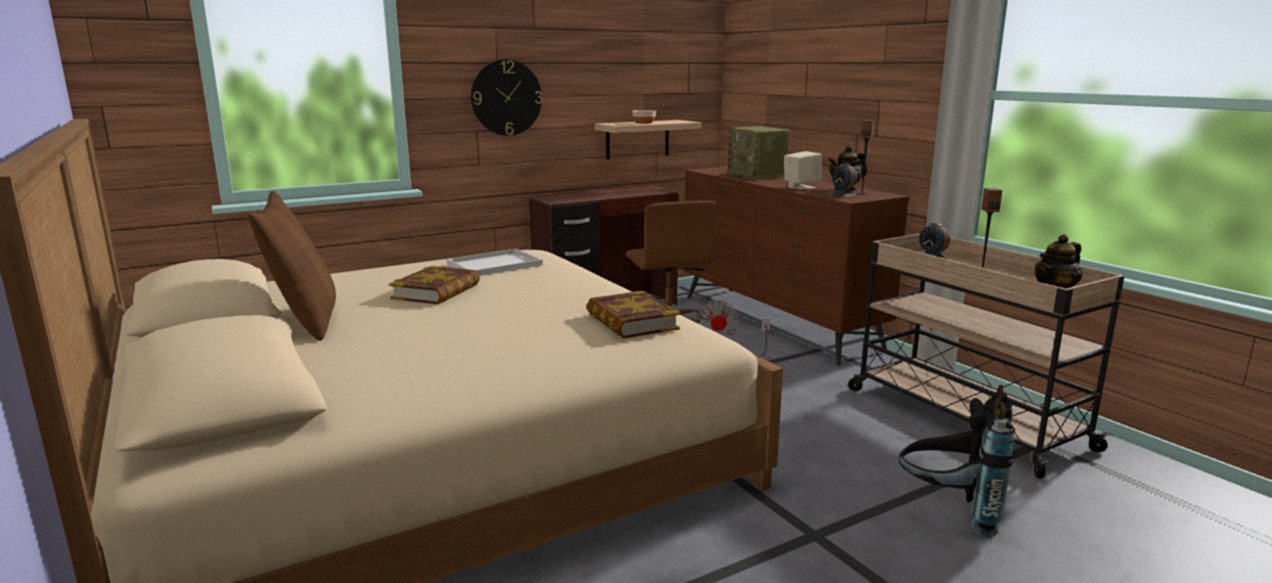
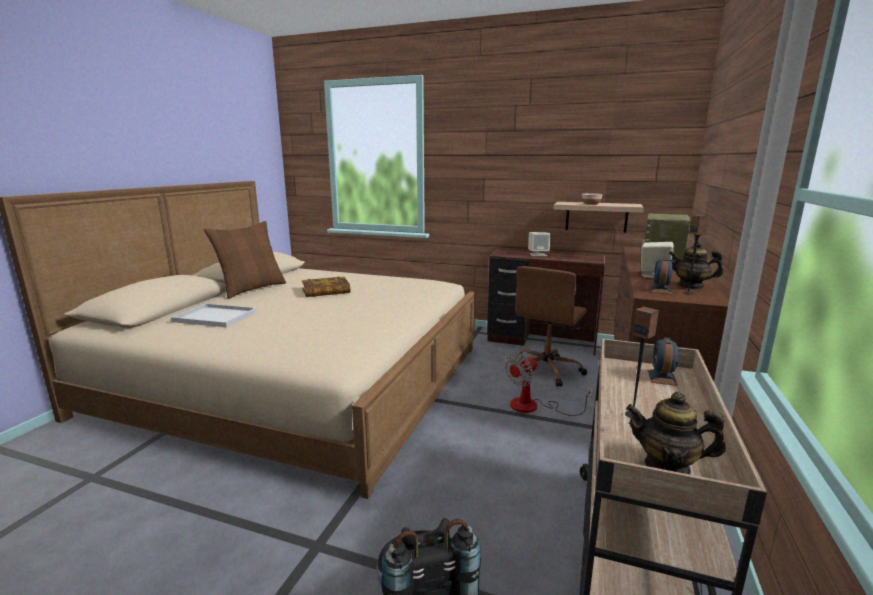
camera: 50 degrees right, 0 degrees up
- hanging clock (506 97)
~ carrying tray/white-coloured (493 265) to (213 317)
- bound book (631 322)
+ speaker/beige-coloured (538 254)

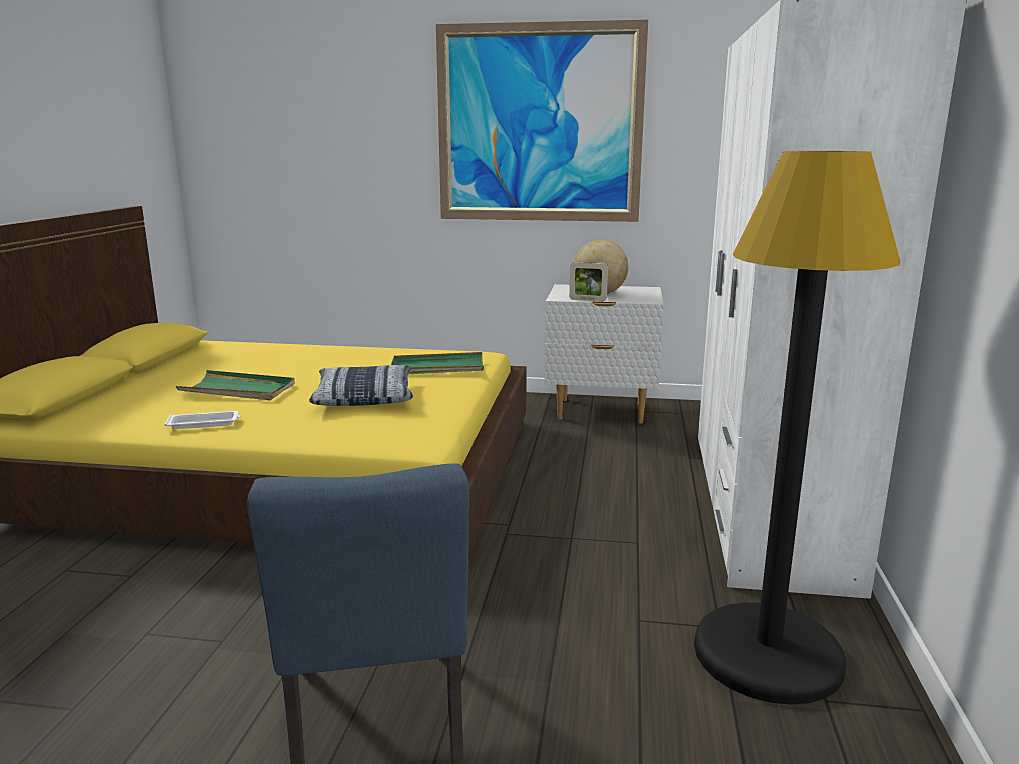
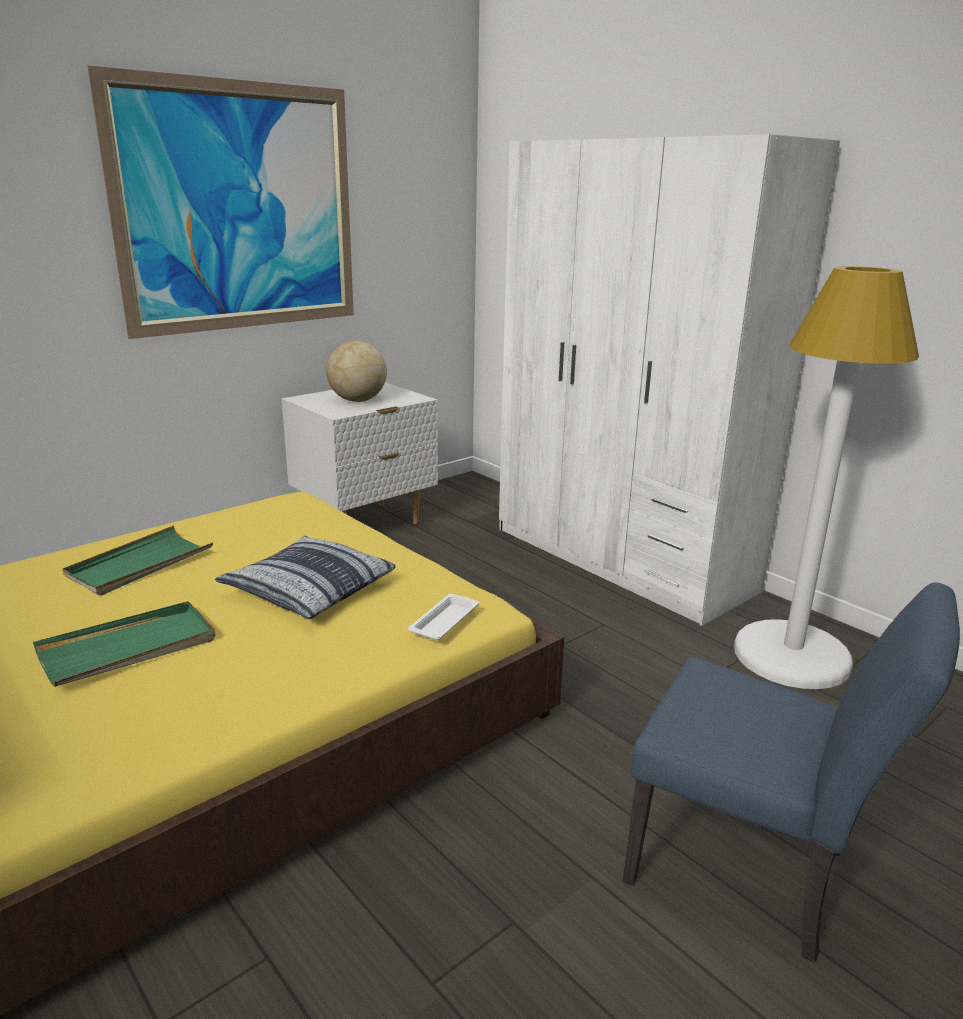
camera: 50 degrees left, 5 degrees up
~ standard lamp/black-coloured (768 654) to standard lamp/white-coloured (791 656)
- picture frame (587 300)
~ carrying tray/green-coloured (437 368) to (139 565)
~ carrying tray/white-coloured (205 423) to (445 621)

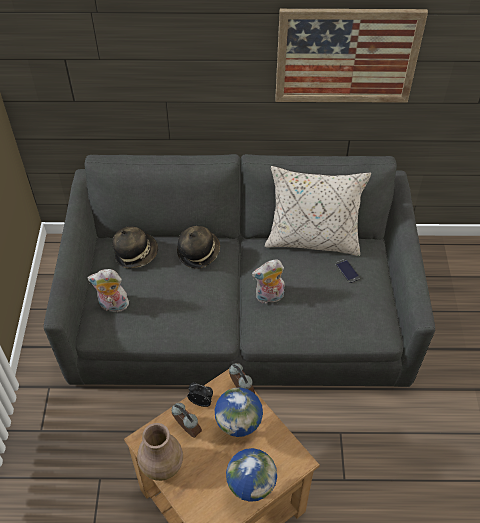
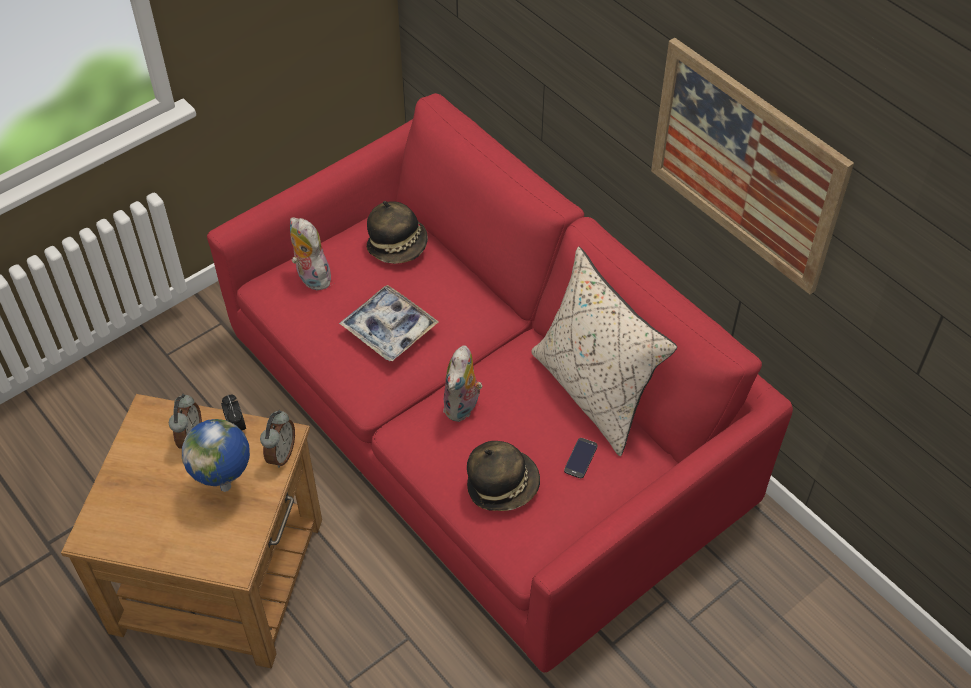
camera: 50 degrees right, 0 degrees up
~ settee/grey (240 308) to settee/reddish (487 418)
~ hat (198 252) to (502 485)
~ soft toy (269 297) = (463 407) 105 degrees counterclockwise
- vase/brownish (162 465)
- globe (250 492)
+ carrying tray (389 329)

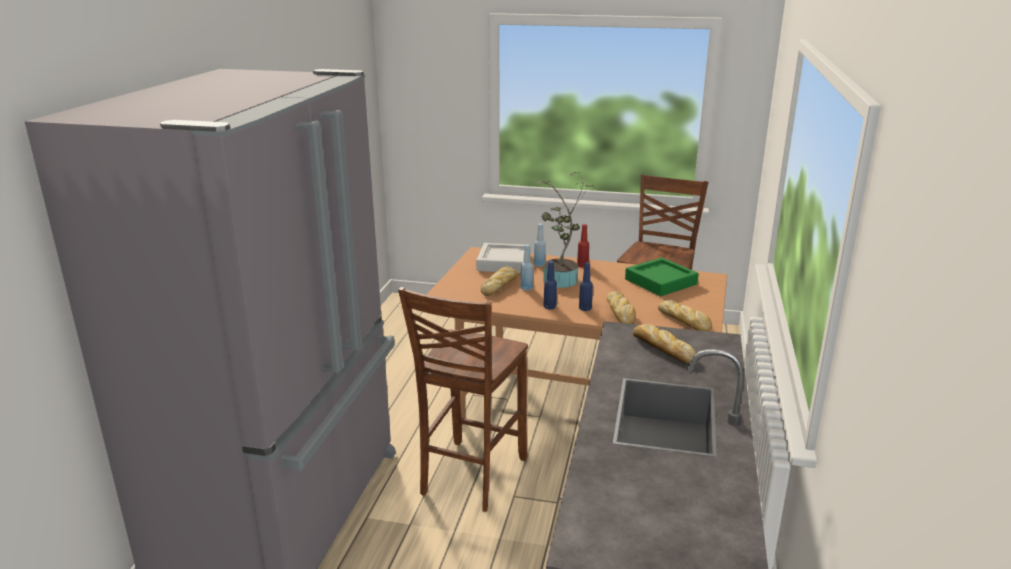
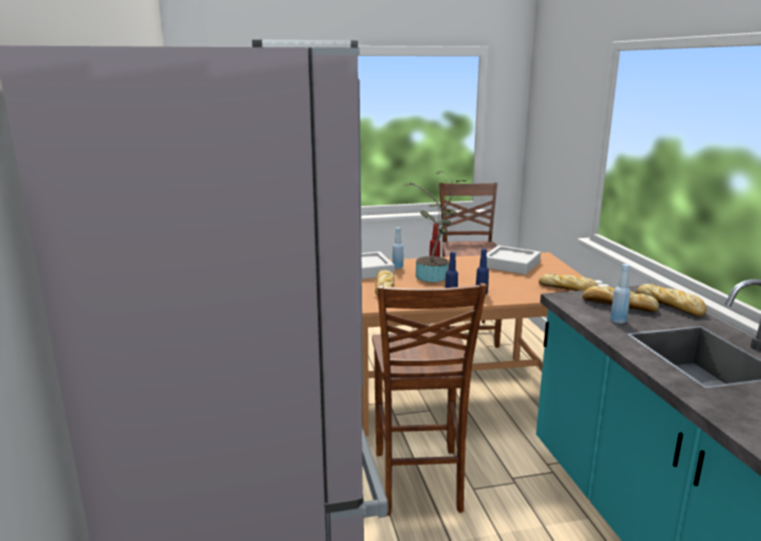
camera: 25 degrees left, 5 degrees down
~ bottle/blue-coloured (526 288) to (618 321)
~ carrying tray/green-coloured (660 282) to carrying tray/grey (511 264)
~ bakery bread (621 313) to (670 305)

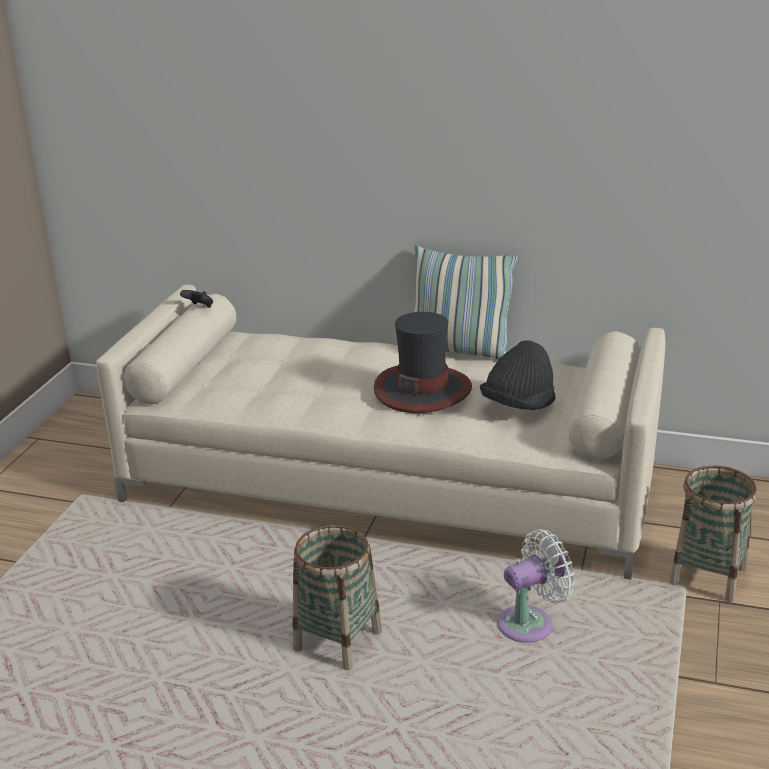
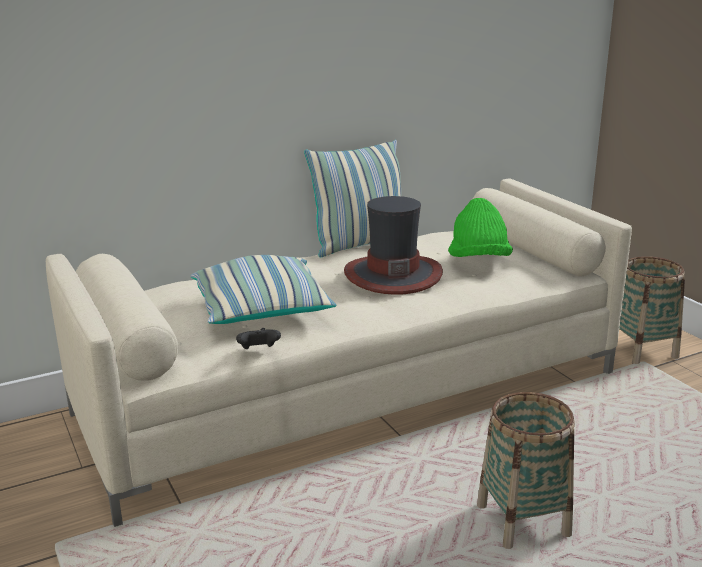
camera: 45 degrees left, 5 degrees down
~ game controller/black-coloured (199 307) to (258 350)
~ hat/black-coloured (518 405) to hat/green-coloured (478 261)
- cooling fan/white-coloured (530 623)
+ throw pillow (262 312)

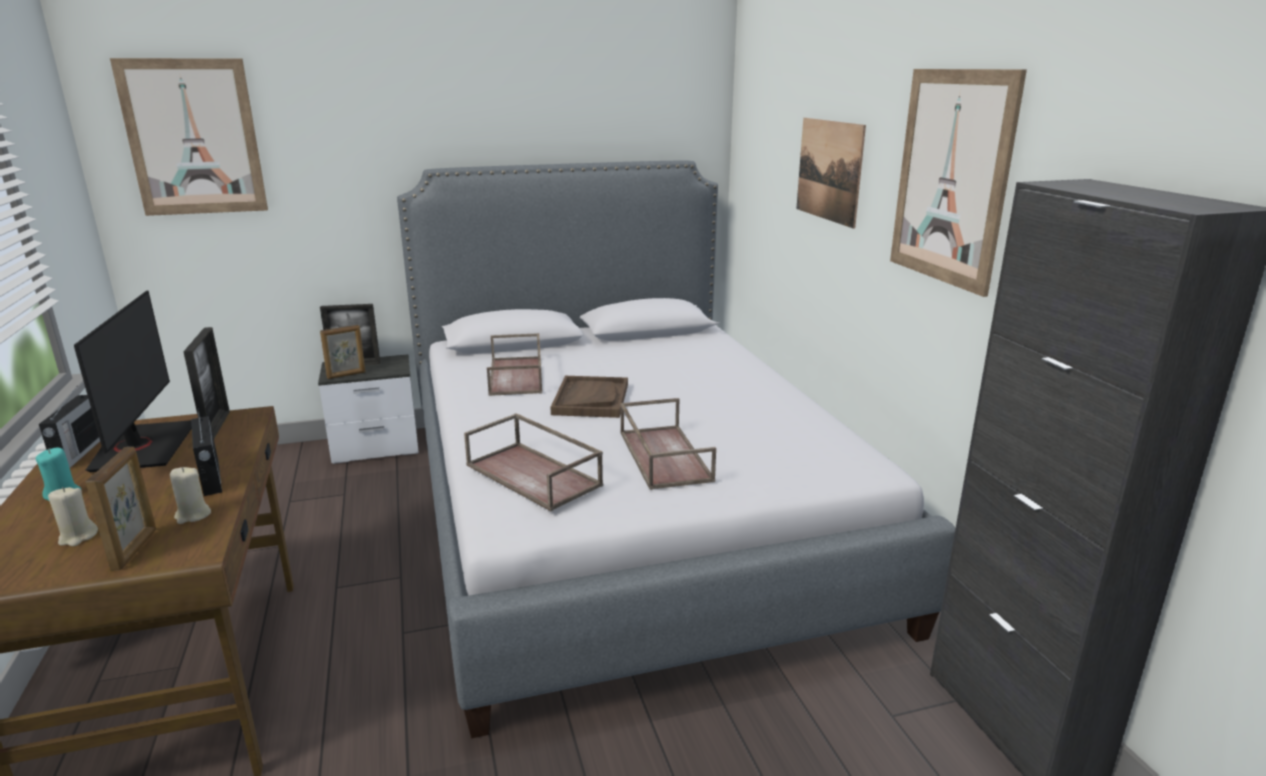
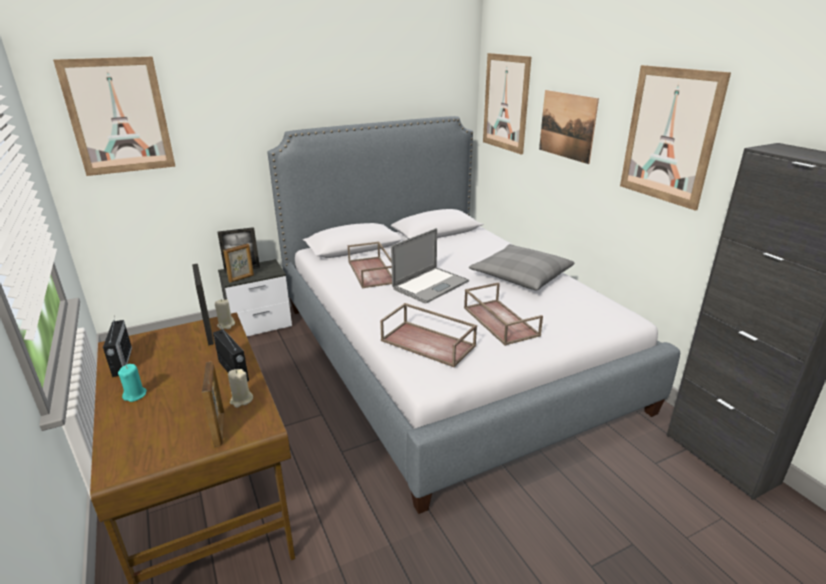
camera: 10 degrees left, 5 degrees up
- computer screen (143 447)
~ carrying tray/brownish (590 399) to laptop (430 285)
~ candle/beige-coloured (77 537) to (226 325)
+ wall picture (506 103)
+ throw pillow/grey (521 276)

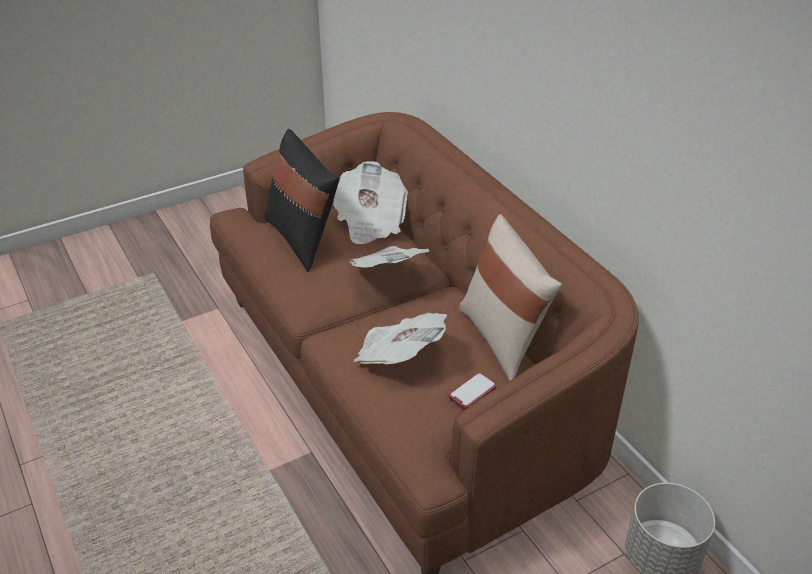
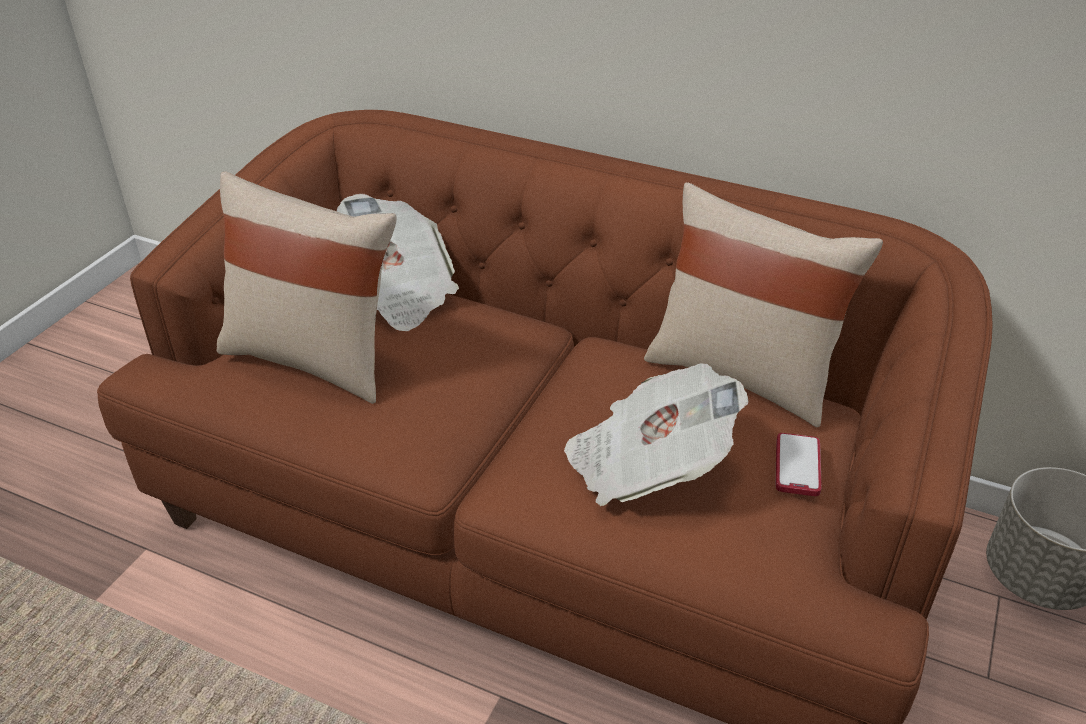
camera: 35 degrees left, 0 degrees up
~ throw pillow/black-coloured (303 239) to throw pillow/beige-coloured (314 358)
- newspaper (389 273)

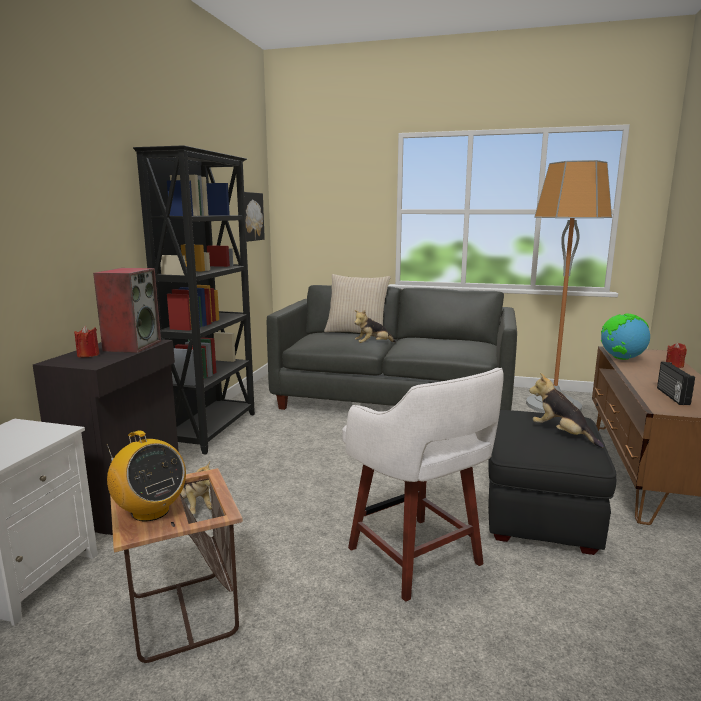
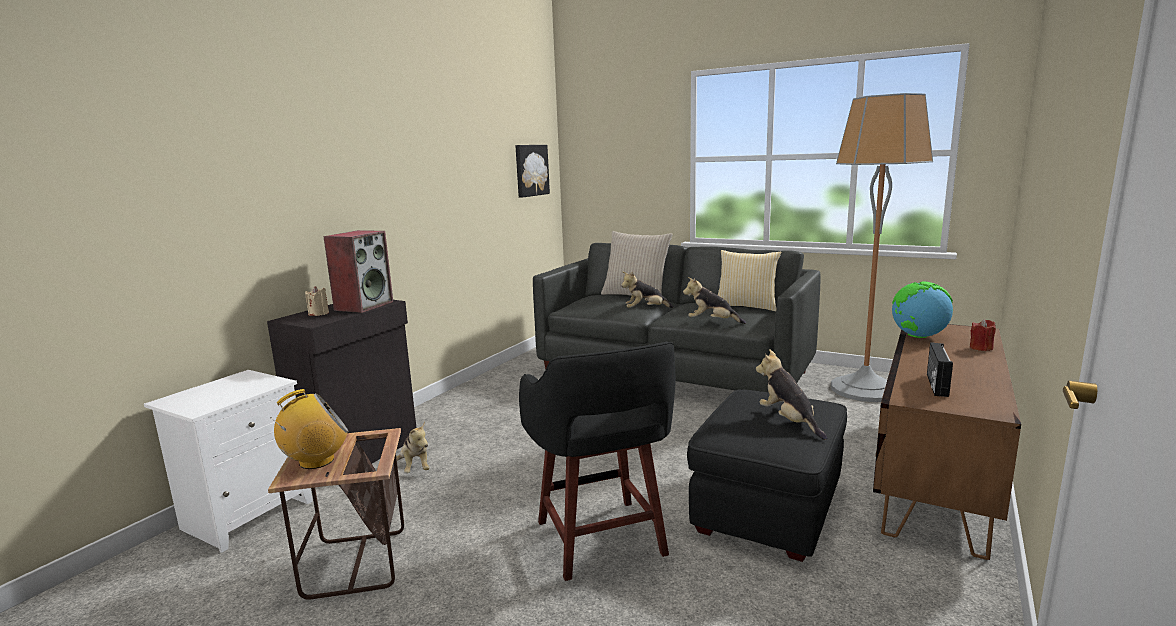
camera: 15 degrees right, 0 degrees up
- bookshelf/black-coloured (214 430)
~ candle/reddish (88 355) to candle/beige-coloured (318 314)
~ stool/white-coloured (417 558) to stool/black-coloured (602 541)
~ radio receiver (150 511) = (316 461) 90 degrees counterclockwise
+ throw pillow (746 307)
+ soft toy (712 322)

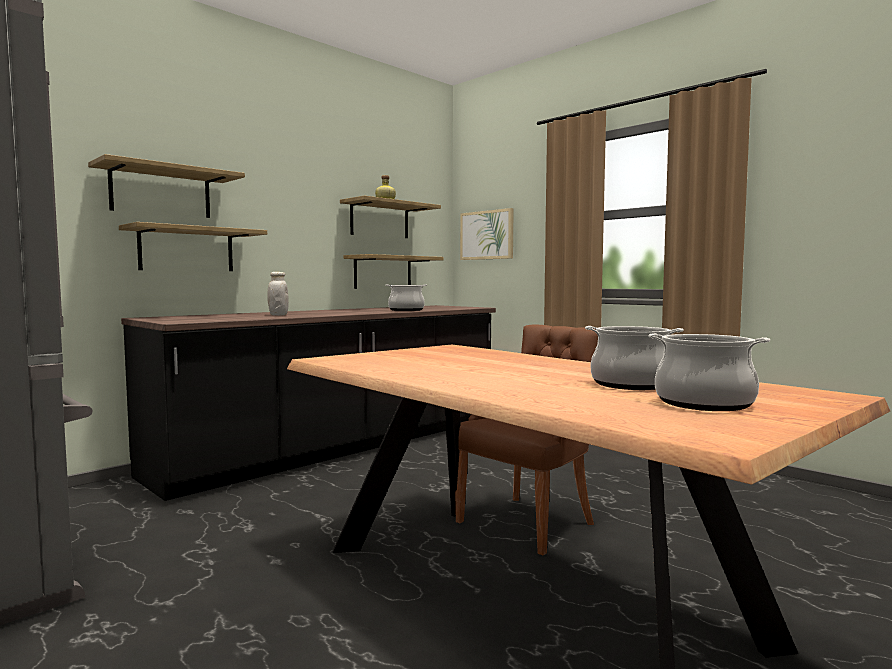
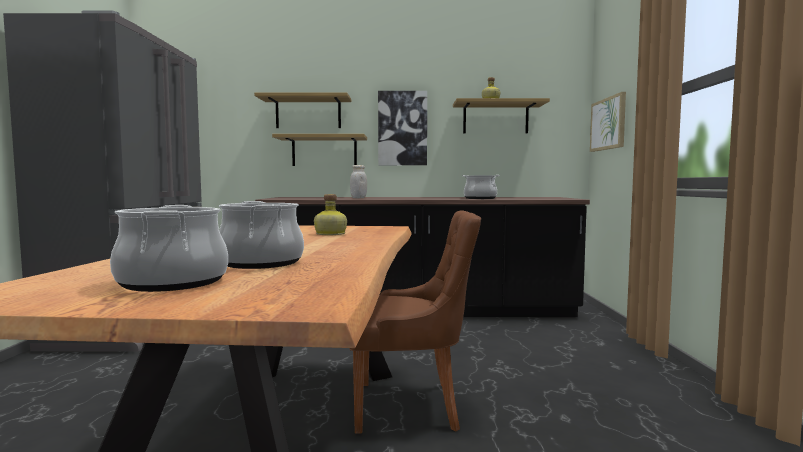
camera: 45 degrees right, 0 degrees up
- bracket shelf (383 272)
+ wall picture (402 128)
+ bottle (329 234)

